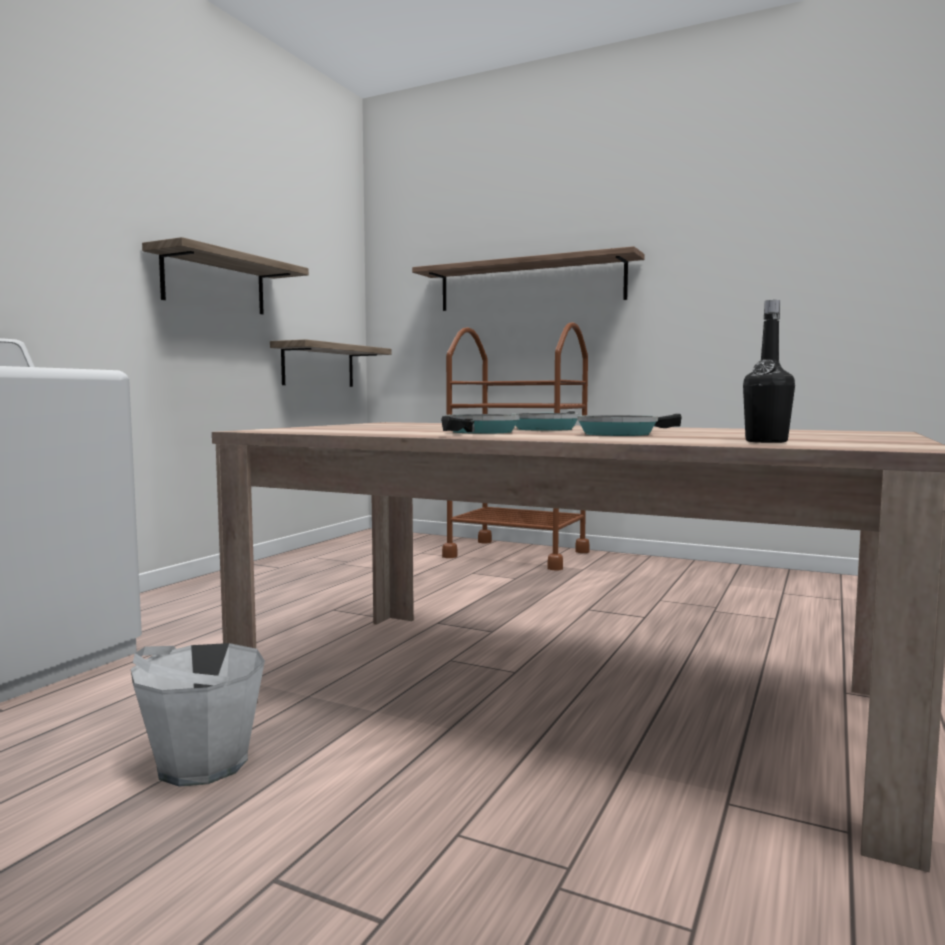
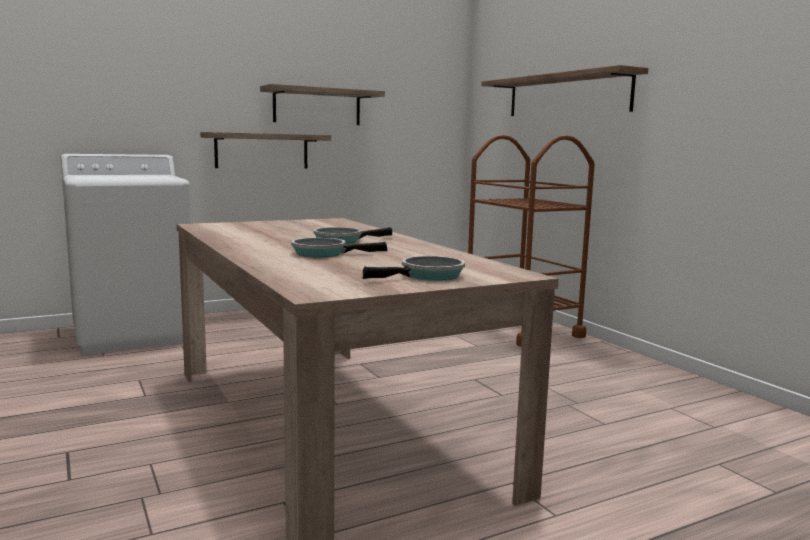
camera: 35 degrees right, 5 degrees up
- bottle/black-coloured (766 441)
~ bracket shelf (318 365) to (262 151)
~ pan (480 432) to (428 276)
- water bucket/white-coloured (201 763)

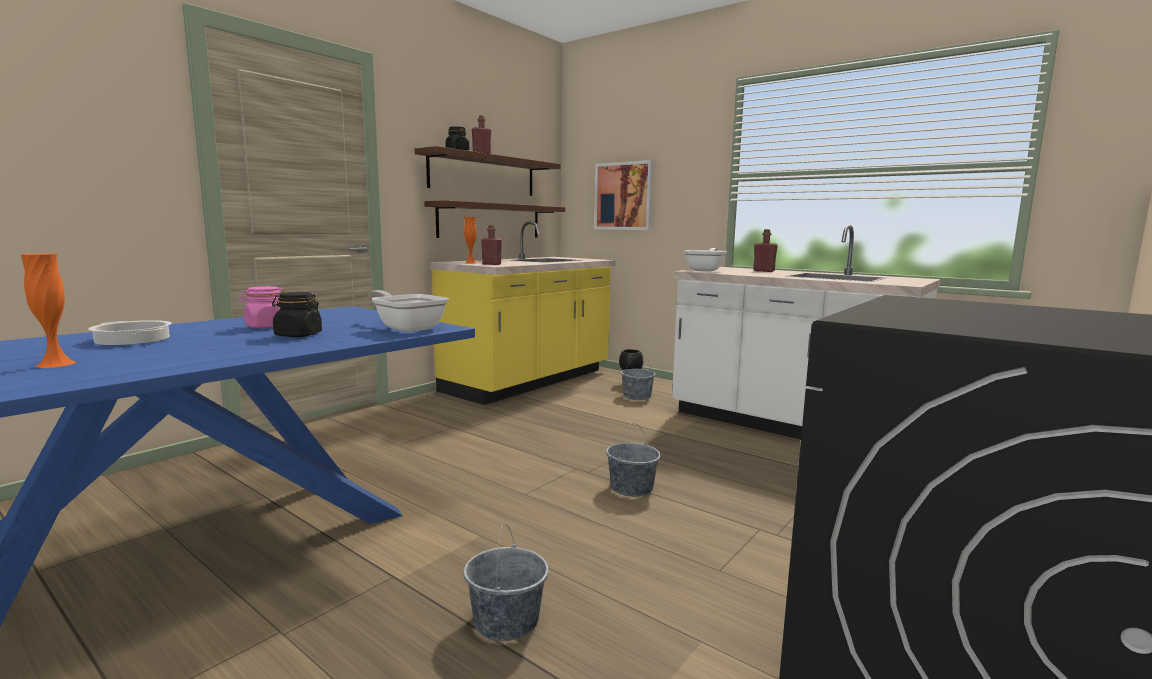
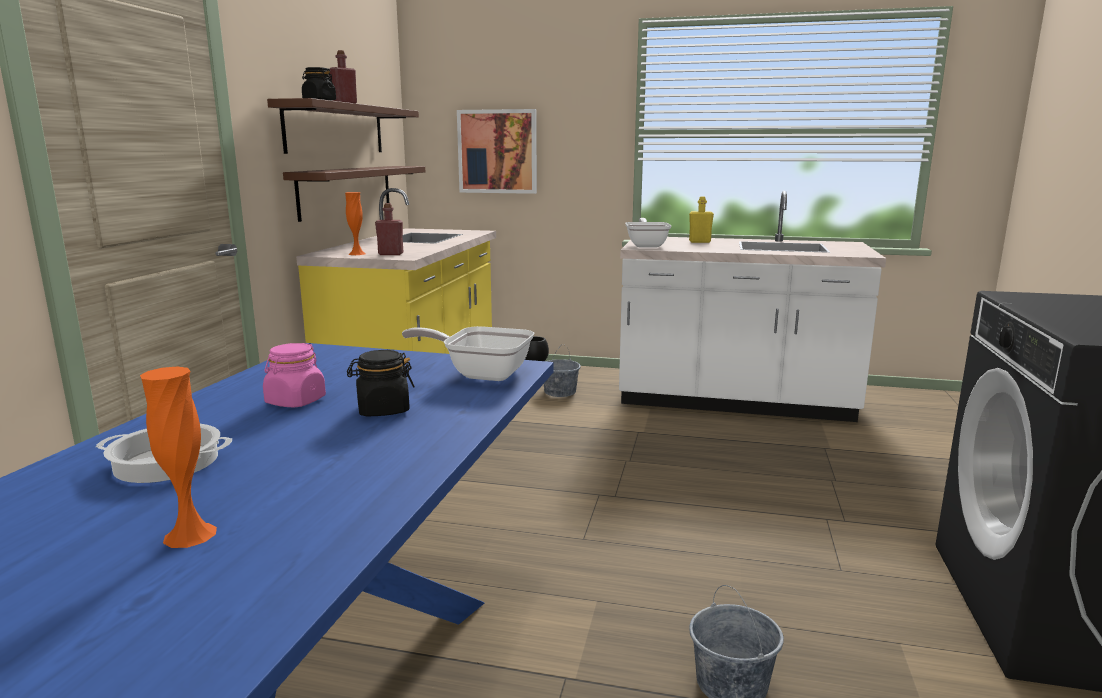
camera: 25 degrees left, 5 degrees up
~ bottle/reddish (763 271) to bottle/yellow (699 242)
- water bucket/grey (631 488)

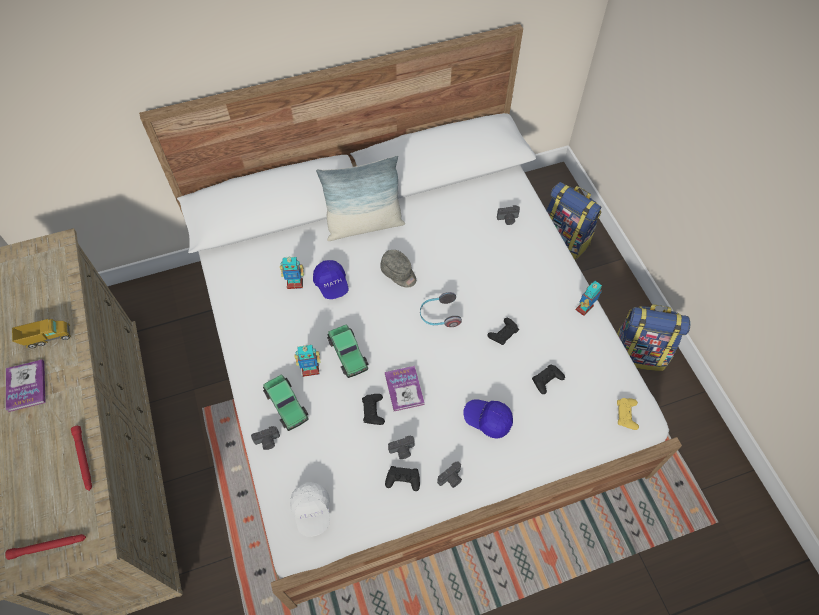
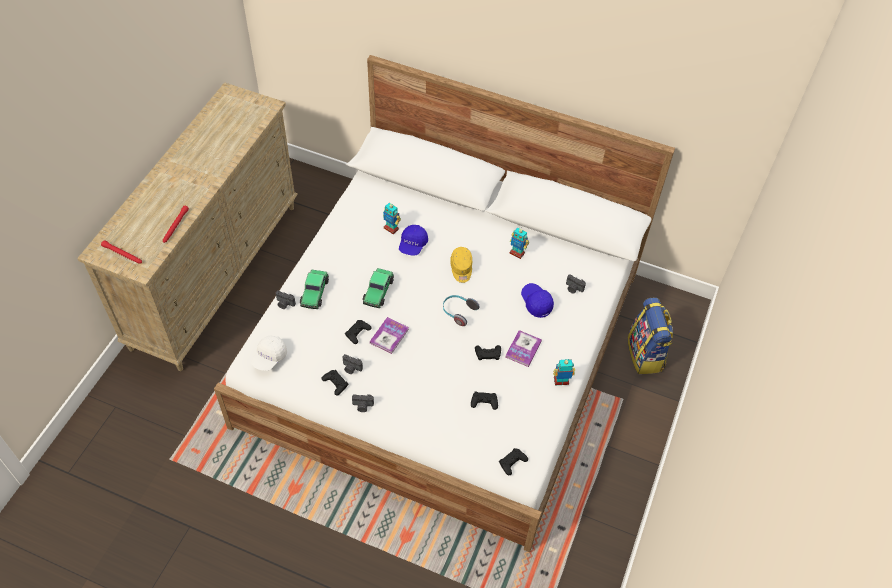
camera: 40 degrees right, 5 degrees down
- throw pillow (364 225)
~ peaked cap/grey (399 273) to peaked cap/yellow (461 269)
- rucksack (638 353)
- model truck (47 338)
~ robot figure (310 370) to (517 253)
~ bound book (26 386) to (523 349)
~ game controller/yellow (626 414) to game controller/black-coloured (512 462)
~ peaked cap/blue-coloured (487 420) to (536 303)

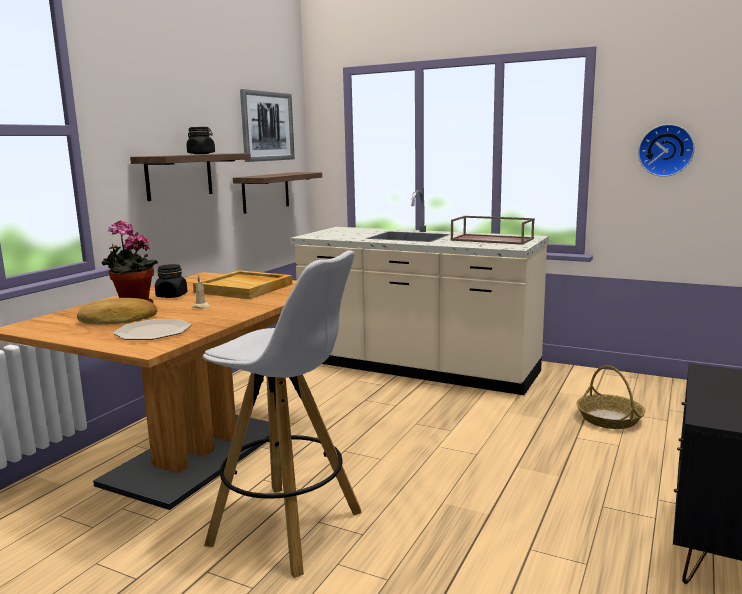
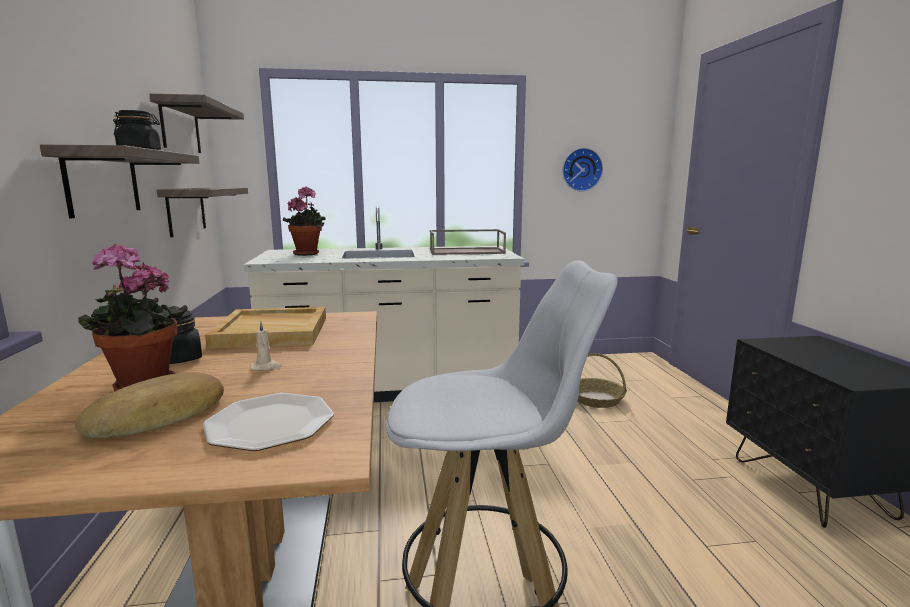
camera: 35 degrees left, 0 degrees up
~ wall picture (267 126) to bracket shelf (180 127)
+ potted plant (308 253)

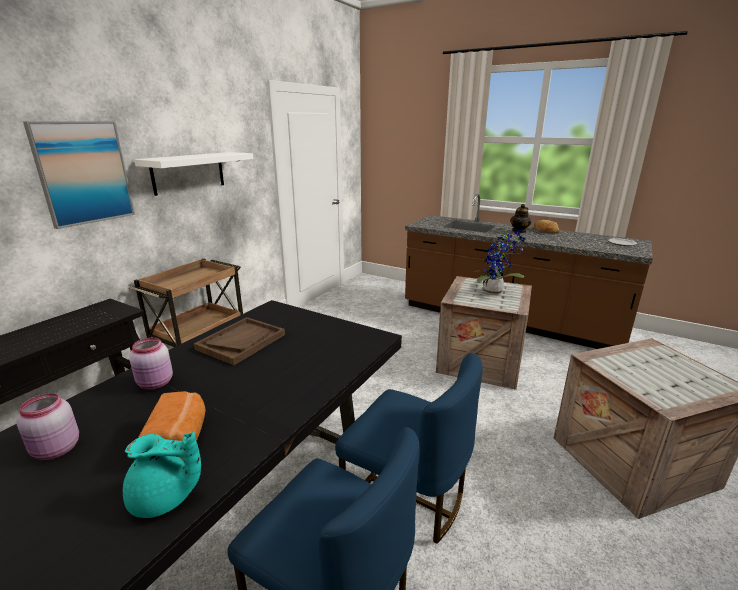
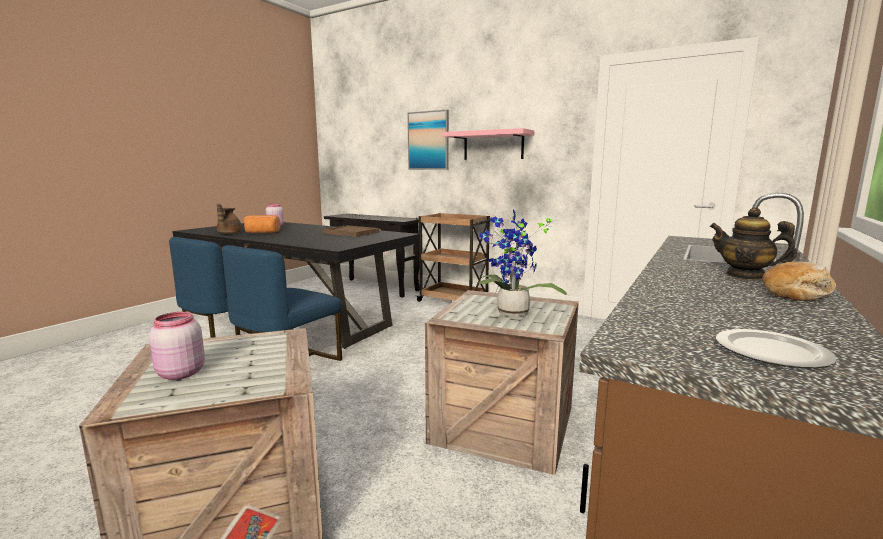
camera: 90 degrees right, 10 degrees down
~ bracket shelf/white-coloured (188 172) to bracket shelf/pink (493 145)
~ jar/pink (156 384) to (179 374)
~ pot for tea/blue-green (165 499) to pot for tea/brownish (228 233)

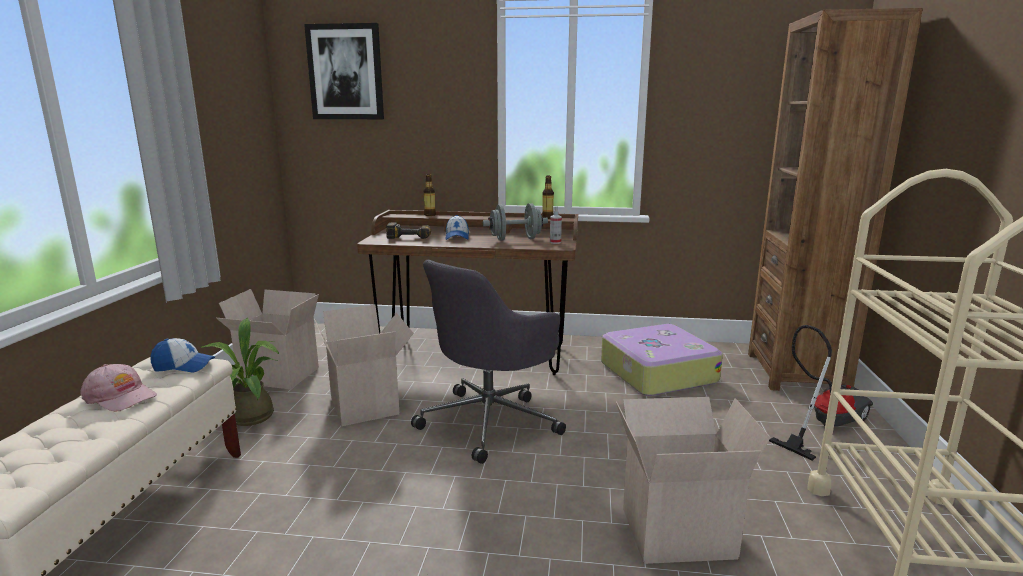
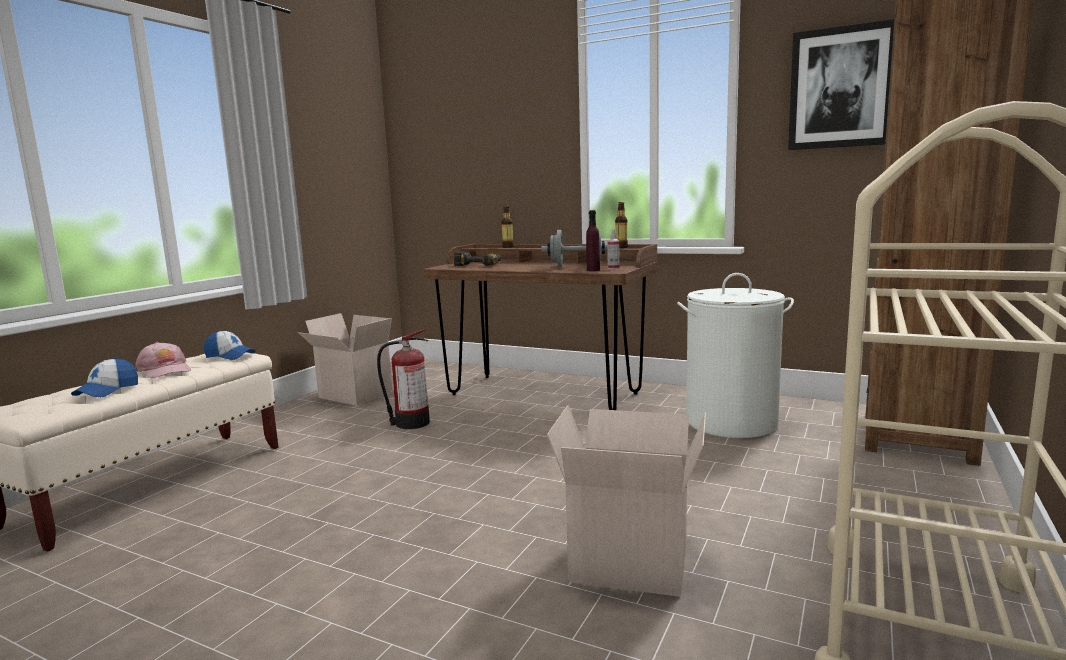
camera: 20 degrees right, 5 degrees down
~ wall picture (345 72) to (841 88)
~ peaked cap (457 237) to (107 391)
- computer chair/grey (491 421)
~ packing box (367 405) to fire-fighting cylinder (410 423)
- potted plant (249 420)
~ piece of luggage (656 372) to hamper/white-coloured (731 422)
- vacuum (822 424)
+ bottle/purplish (593 270)

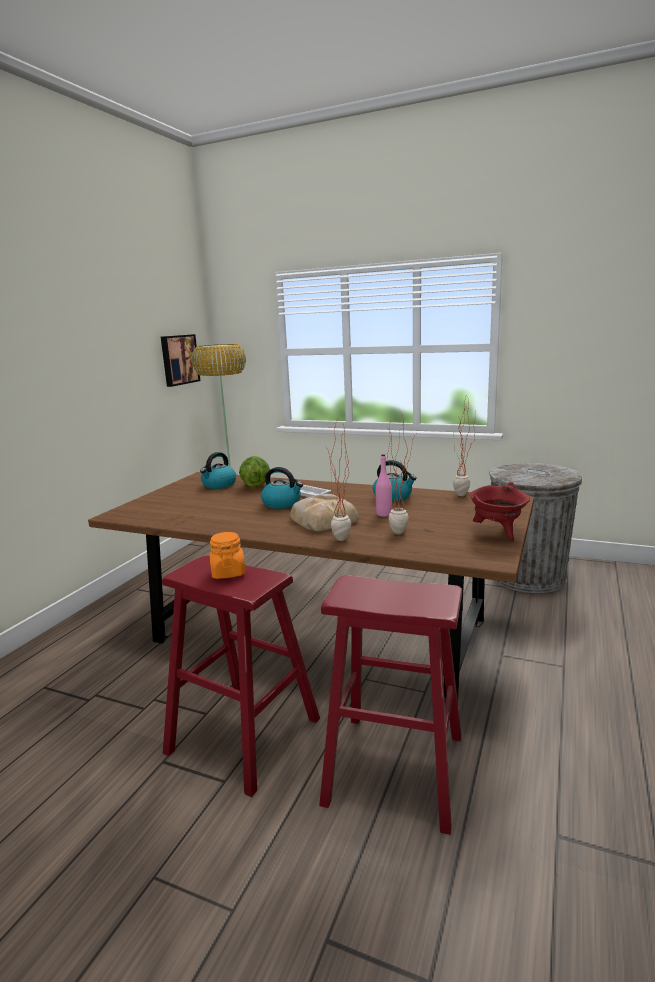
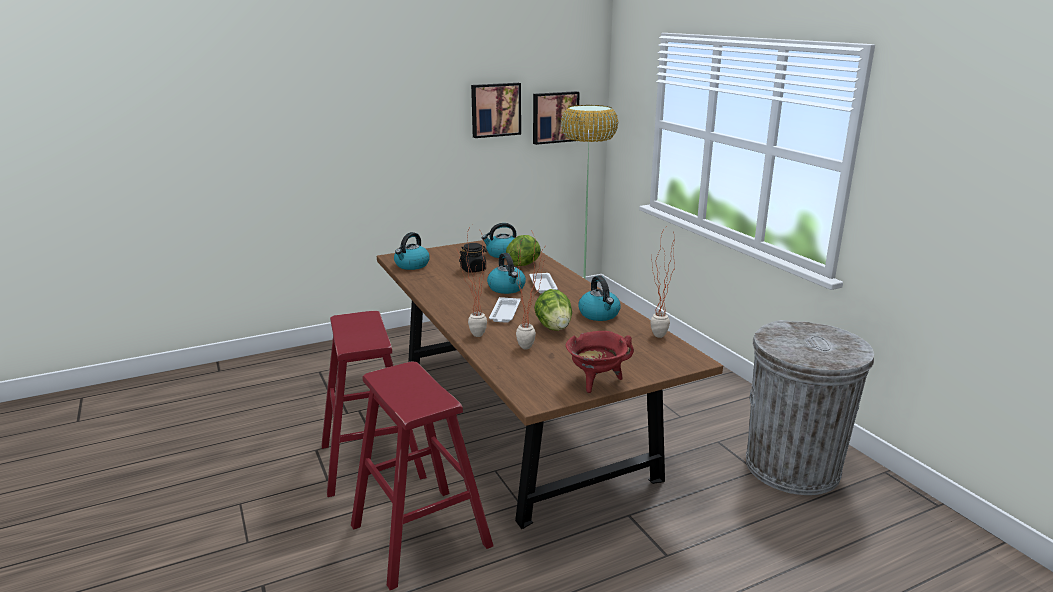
camera: 40 degrees right, 5 degrees up
~ bottle/pink (384 514) to head of lettuce (554 327)
~ bakery bread (324 519) to carrying tray/white-coloured (505 313)
- jar/orangey (228 572)
+ wall picture (495 109)
+ water kettle (412 265)
+ jar/black-coloured (473 269)

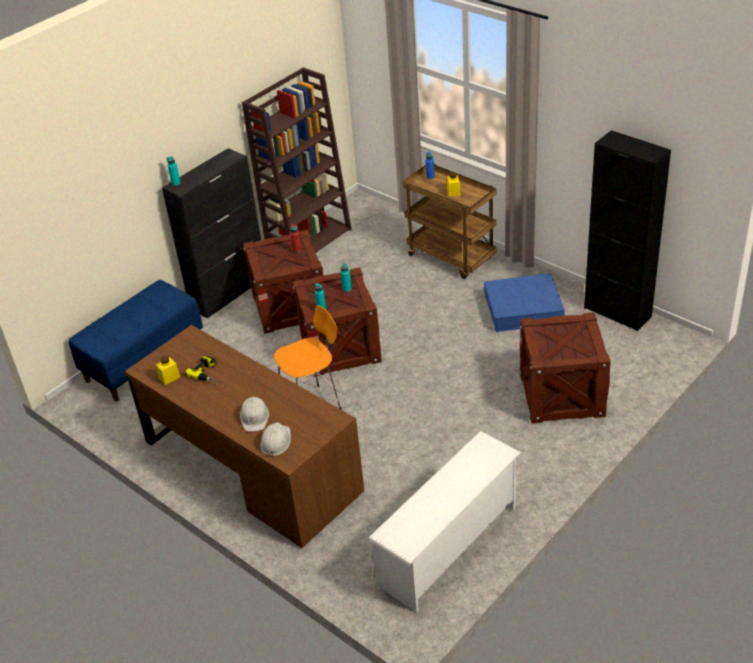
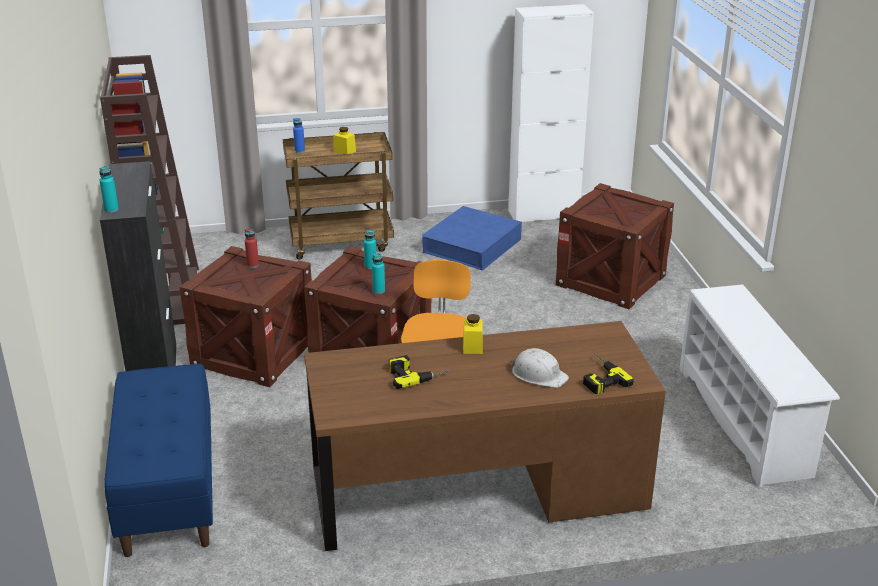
camera: 55 degrees left, 10 degrees down
~ storage cabinet/black-coloured (617 312) to storage cabinet/white-coloured (543 214)
~ jar/yellow (169 377) to (472 347)
~ hard hat/white-coloured (276 441) to power drill (599 377)

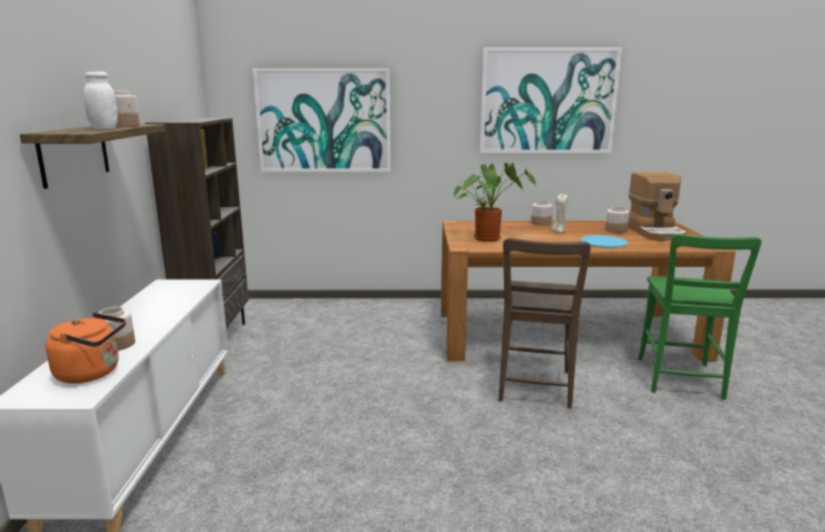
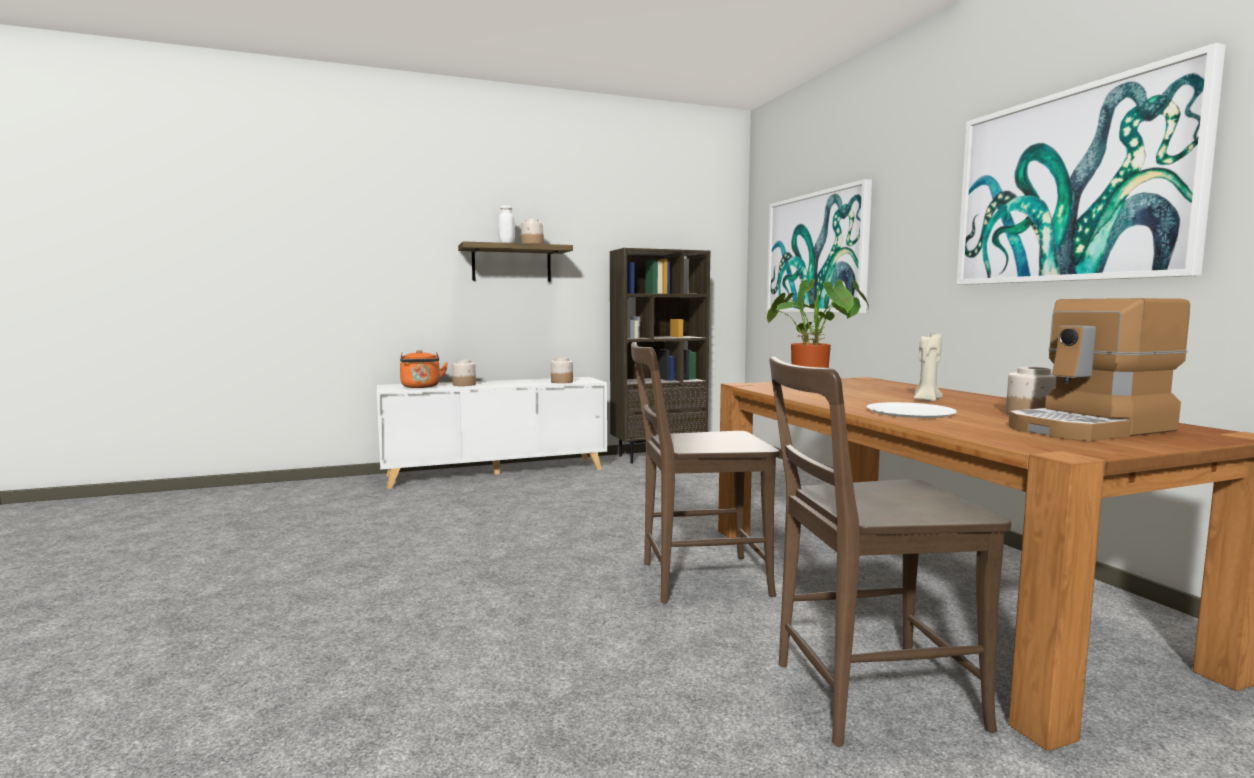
camera: 70 degrees right, 10 degrees down
~ jar (541 223) to (561 382)
~ upright chair/green-coloured (680 380) to upright chair/brownish (865 695)
~ dinner plate/blue-coloured (603 242) to dinner plate/white-coloured (910 412)

